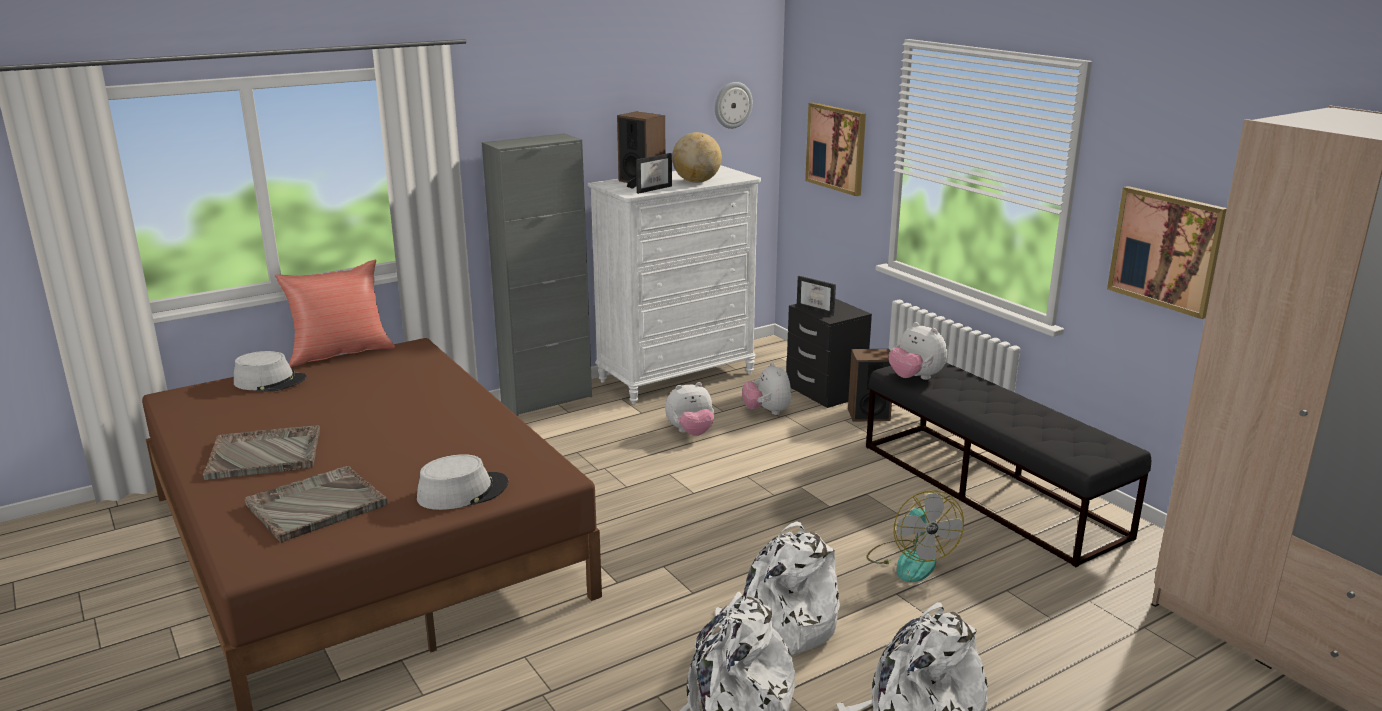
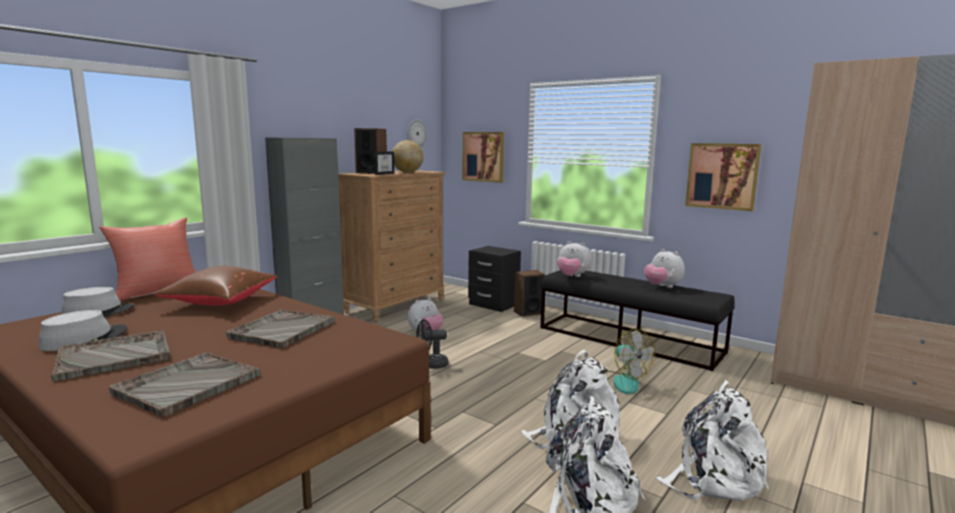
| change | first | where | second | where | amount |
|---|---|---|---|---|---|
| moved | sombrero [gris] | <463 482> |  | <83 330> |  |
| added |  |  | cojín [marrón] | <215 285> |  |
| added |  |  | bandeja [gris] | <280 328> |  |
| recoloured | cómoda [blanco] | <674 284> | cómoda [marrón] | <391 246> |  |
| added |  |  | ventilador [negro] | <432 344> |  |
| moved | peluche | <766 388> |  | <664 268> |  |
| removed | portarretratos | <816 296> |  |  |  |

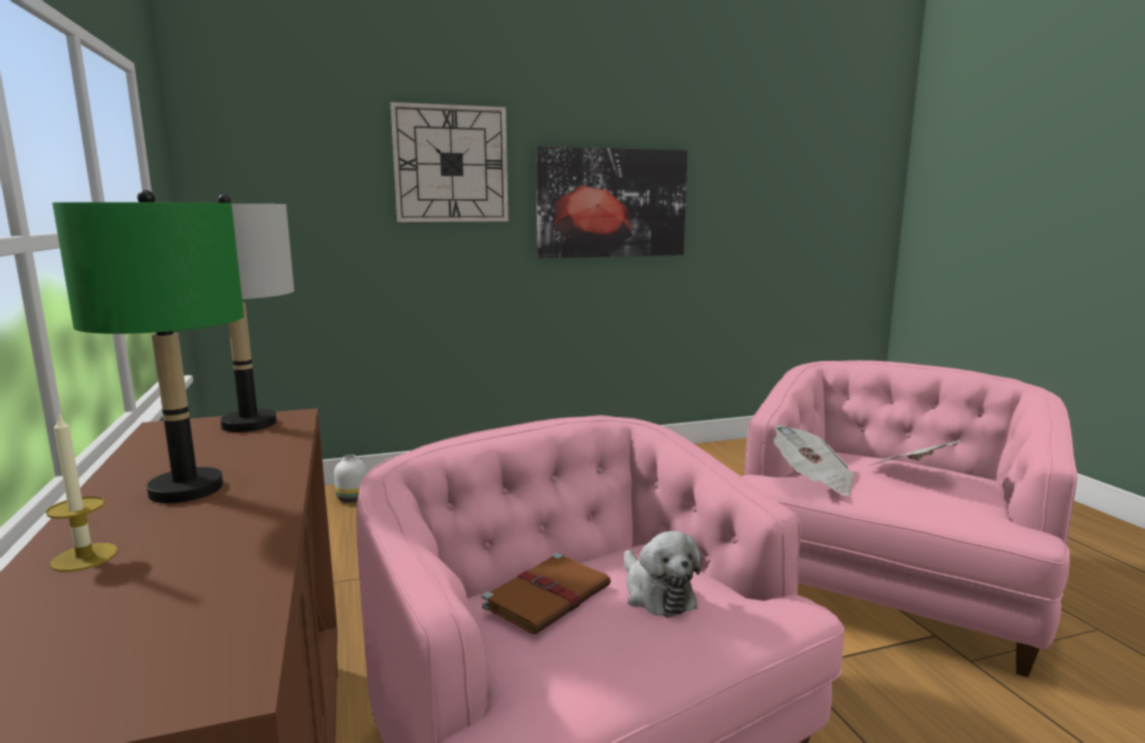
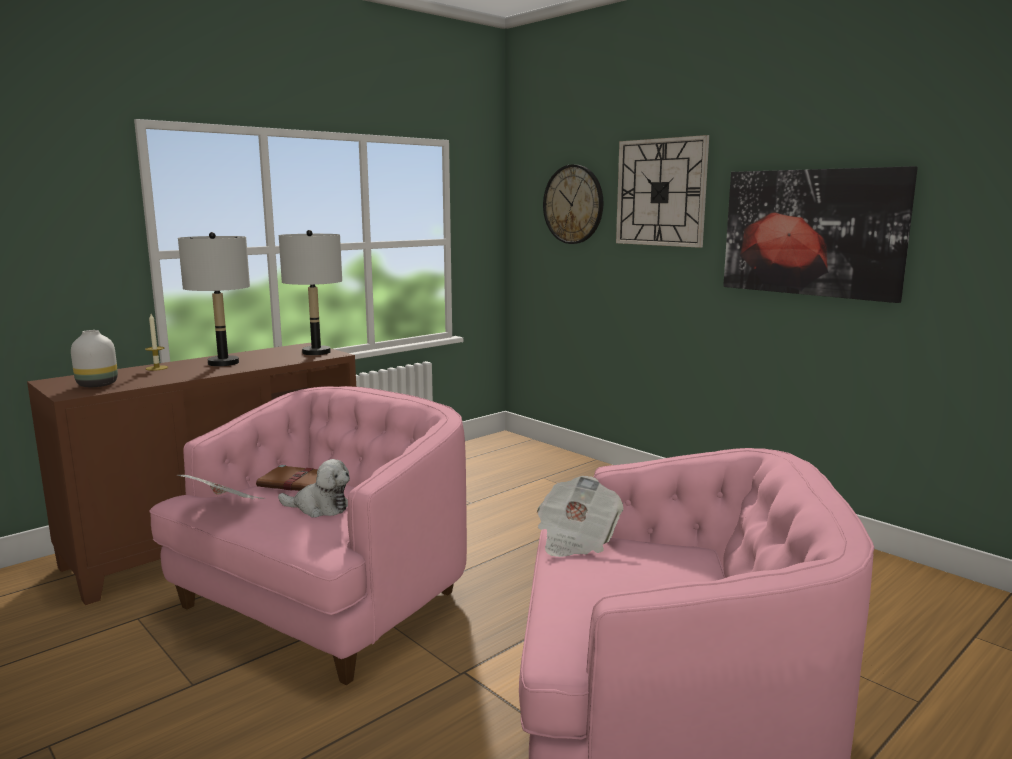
| change | first | where | second | where | amount |
|---|---|---|---|---|---|
| moved | florero [blanco] | <351 479> |  | <94 358> |  |
| moved | periódico | <915 453> |  | <221 487> |  |
| recoloured | lámpara de mesa [verde] | <148 346> | lámpara de mesa [gris] | <214 299> |  |
| turned | peluche | <663 574> |  | <314 488> | 120 degrees counterclockwise |
| added |  |  | reloj de pared | <573 204> |  |

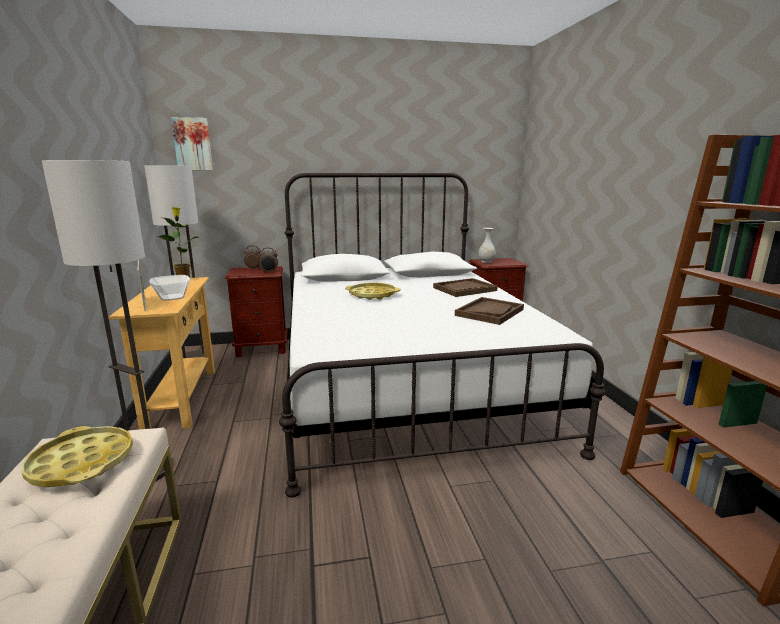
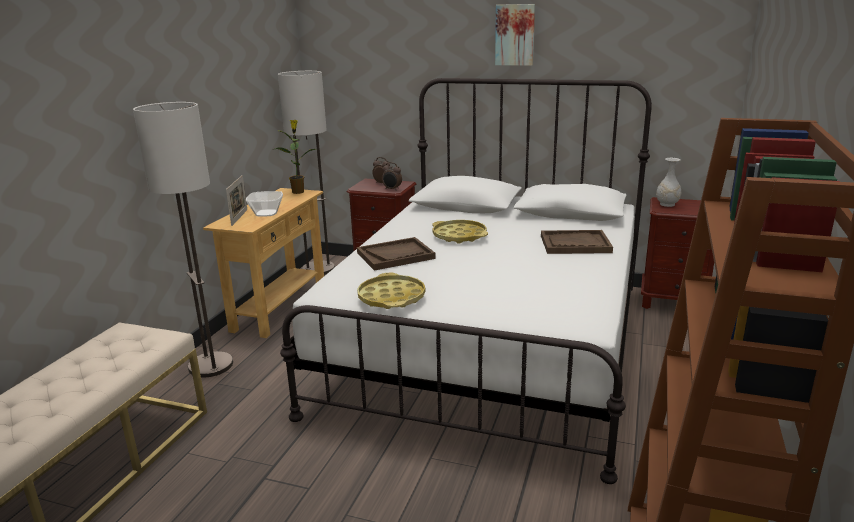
| change | first | where | second | where | amount |
|---|---|---|---|---|---|
| moved | bandeja [marrón] | <489 311> |  | <396 254> |  |
| moved | bandeja [amarillo] | <77 456> |  | <391 291> |  |
| moved | cuadro | <192 143> |  | <515 35> |  |

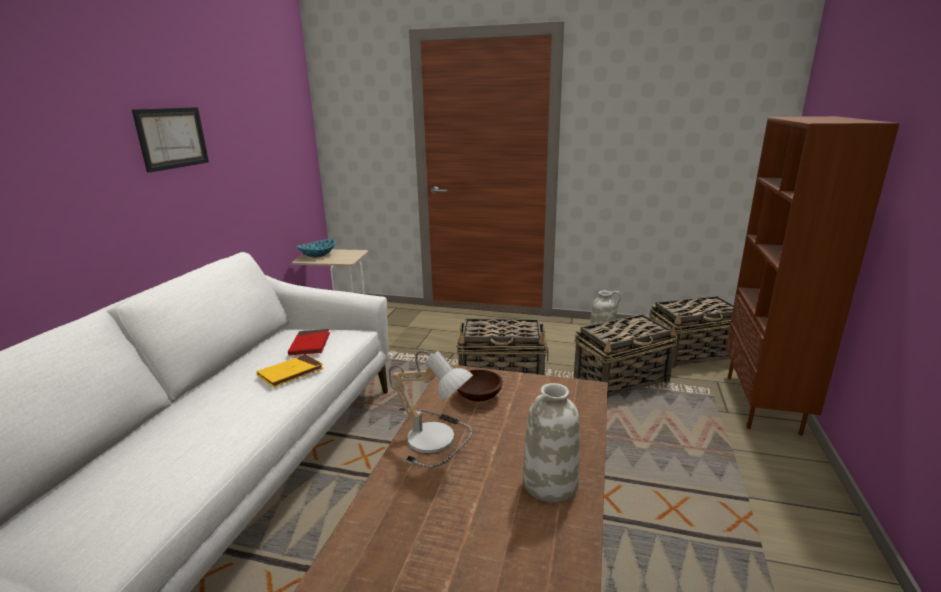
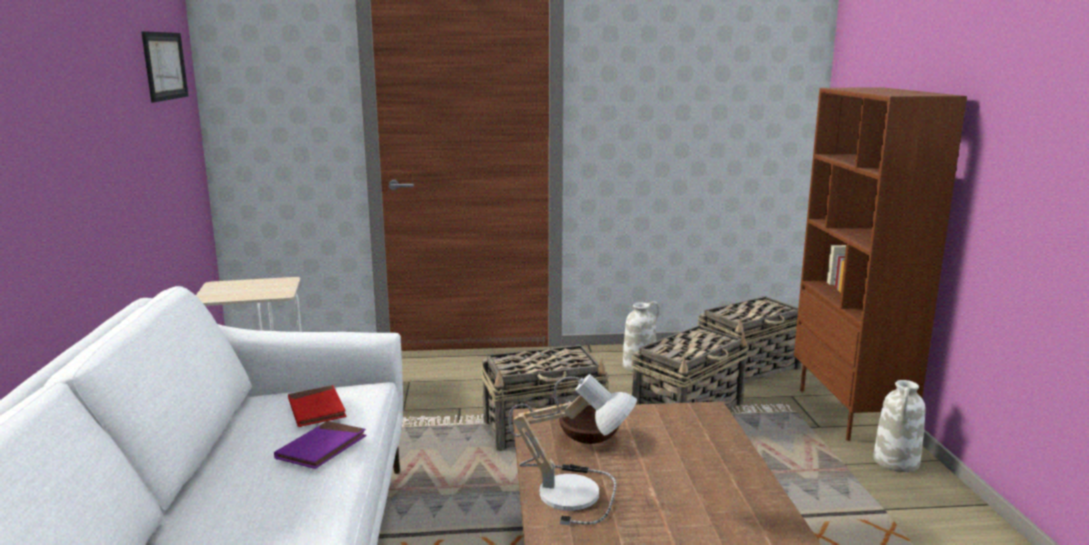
| change | first | where | second | where | amount |
|---|---|---|---|---|---|
| moved | cuadro | <170 140> |  | <164 66> |  |
| recoloured | libro [amarillo] | <290 370> | libro [morado] | <320 445> |  |
| moved | florero [blanco] | <551 443> |  | <900 426> |  |
| removed | cuenco | <316 248> |  |  |  |

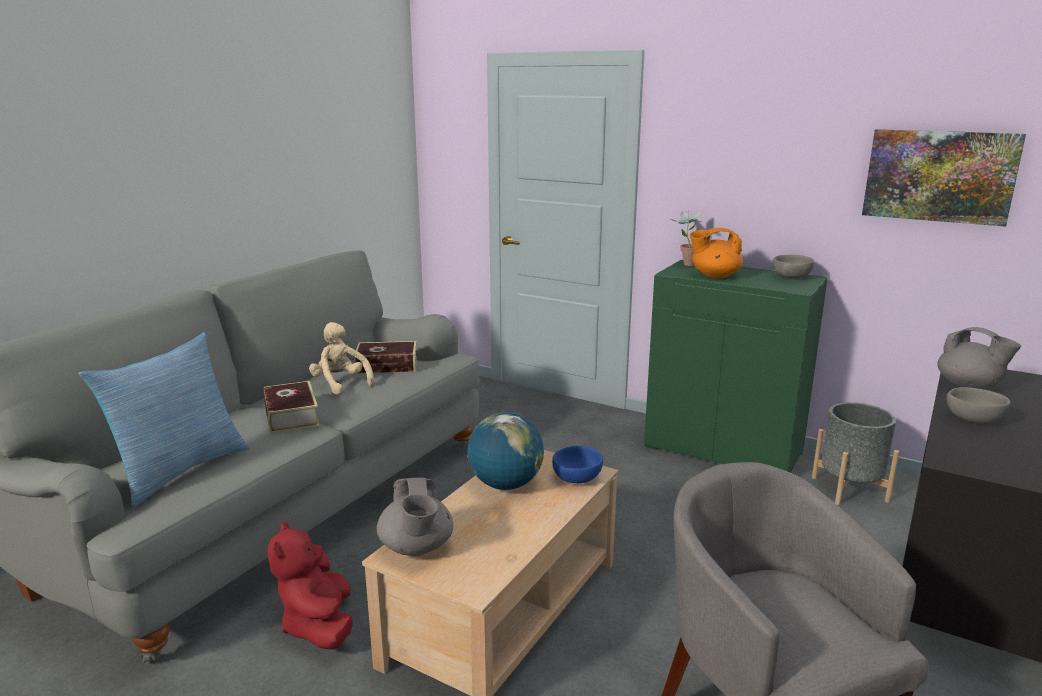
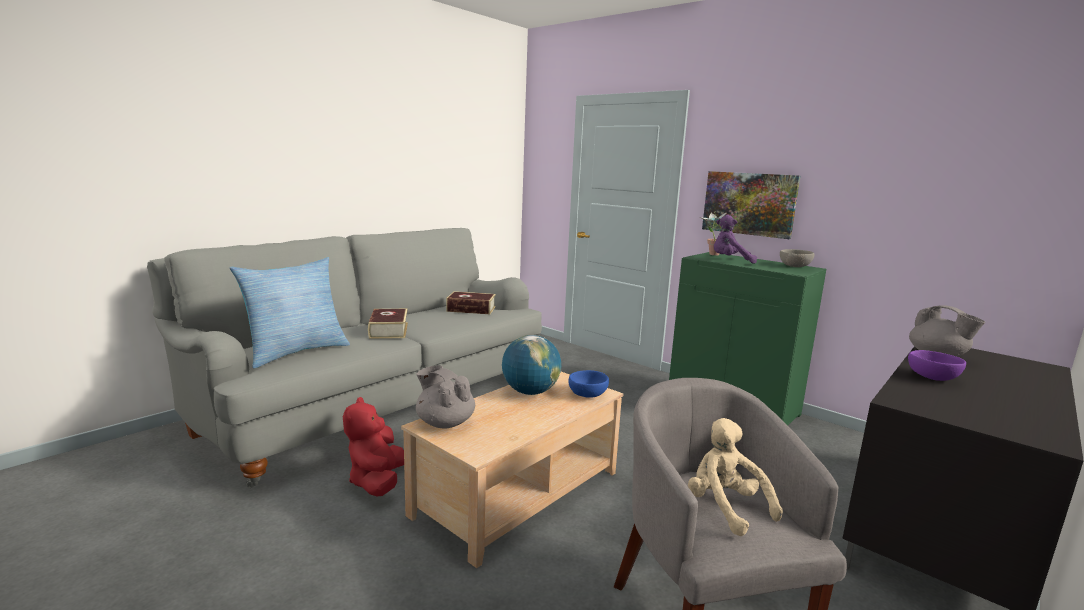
| change | first | where | second | where | amount |
|---|---|---|---|---|---|
| turned | tetera [gris] | <415 516> |  | <445 397> | 135 degrees clockwise |
| moved | peluche [beis] | <341 358> |  | <735 477> |  |
| moved | cuadro | <944 178> |  | <751 205> |  |
| replaced | tetera [naranja] | <716 253> | peluche [morado] | <735 239> |  |
| recoloured | cuenco [gris] | <978 405> | cuenco [morado] | <937 365> |  |
| removed | maceta [gris] | <855 453> |  |  |  |

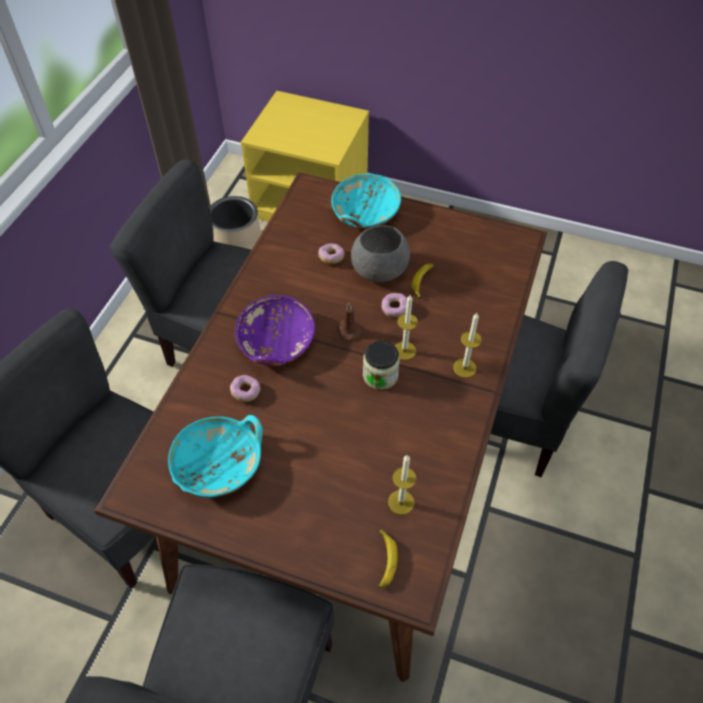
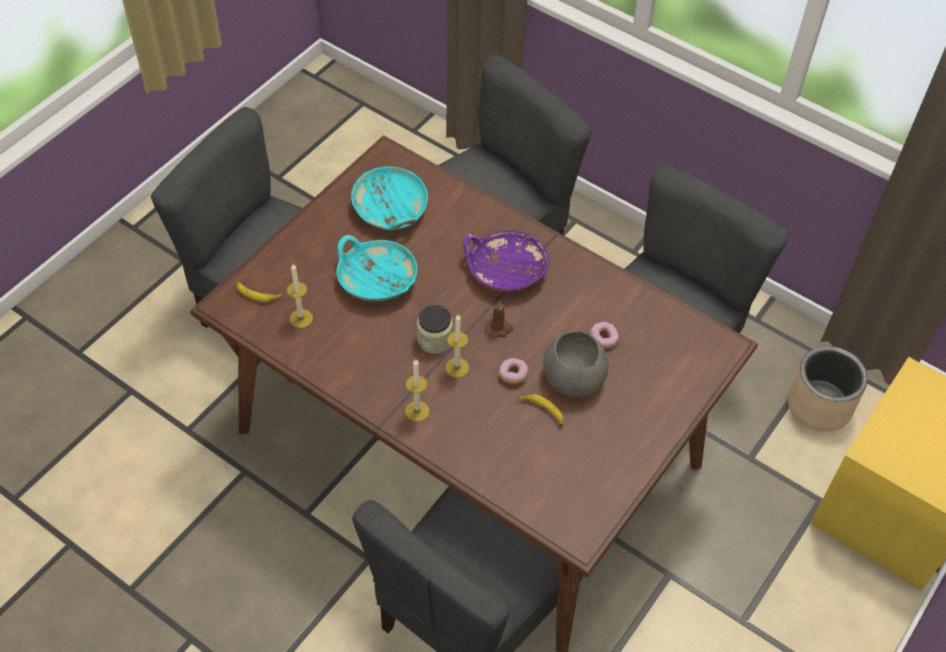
| change | first | where | second | where | amount |
|---|---|---|---|---|---|
| moved | cuenco [turquesa] | <366 201> |  | <377 268> |  |
| removed | rosquilla | <245 388> |  |  |  |

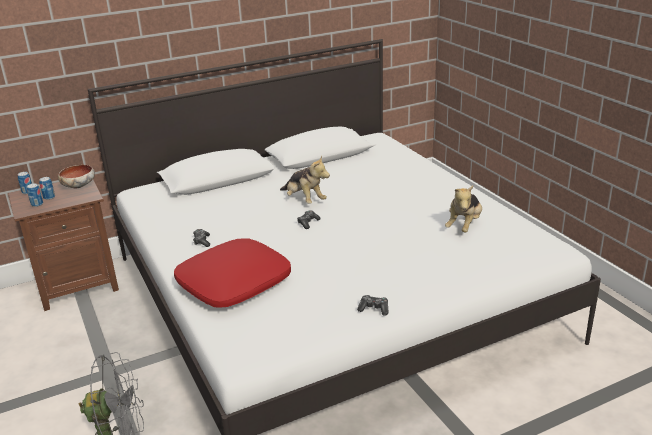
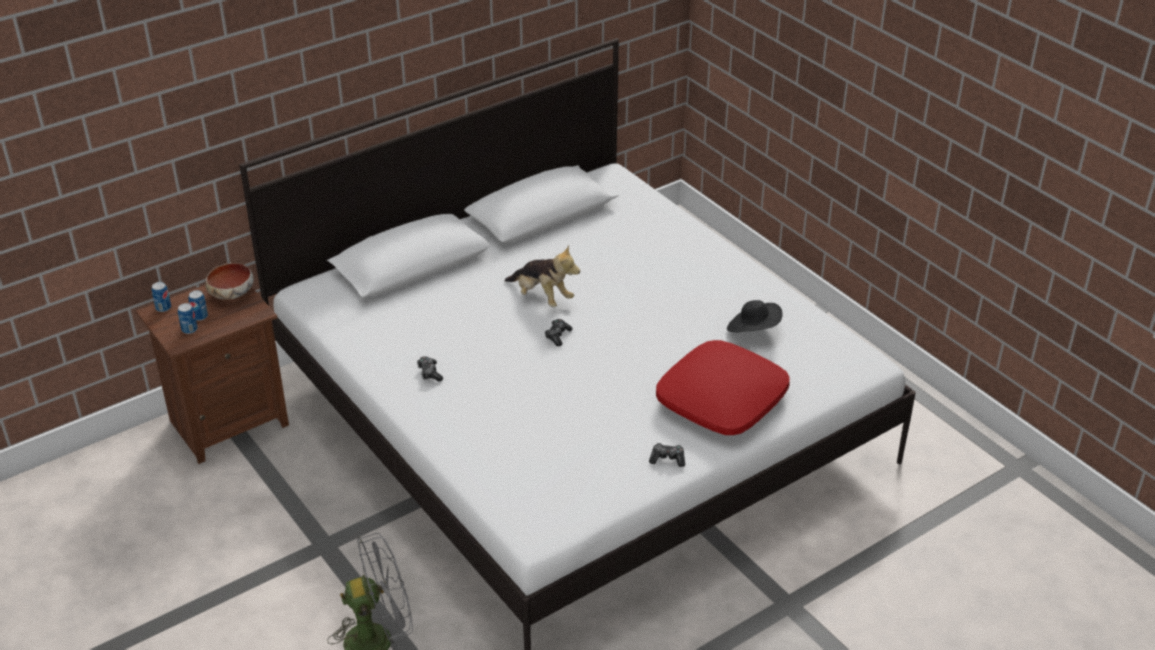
| change | first | where | second | where | amount |
|---|---|---|---|---|---|
| moved | cojín [rojo] | <232 273> |  | <723 387> |  |
| replaced | peluche | <463 209> | sombrero [negro] | <755 316> |  |

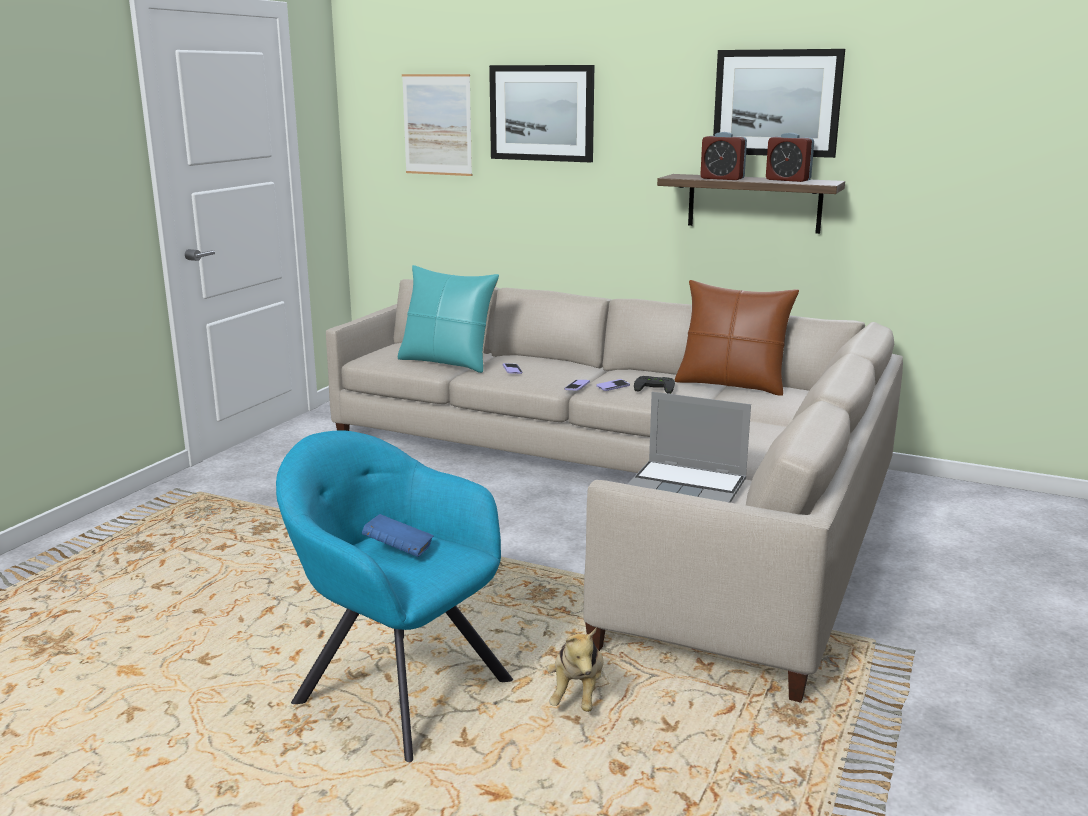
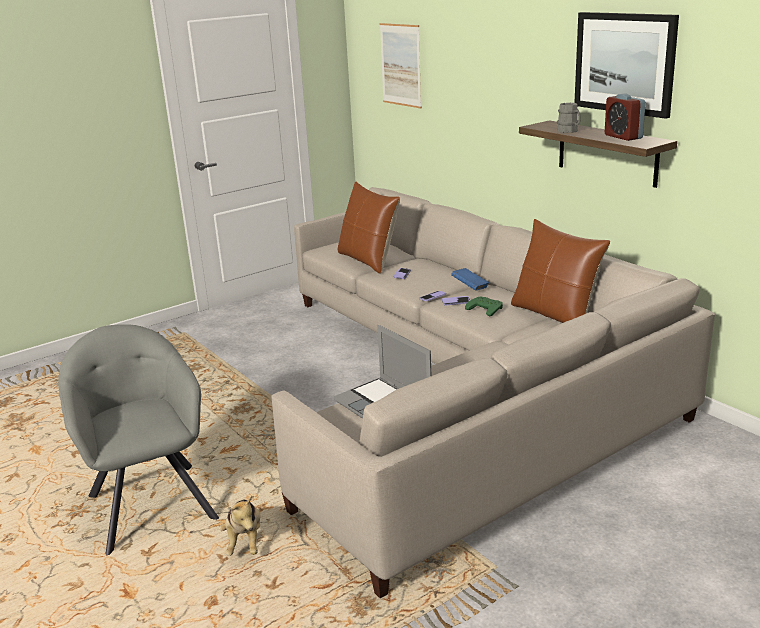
| change | first | where | second | where | amount |
|---|---|---|---|---|---|
| recoloured | sillón [turquesa] | <394 596> | sillón [gris] | <138 439> |  |
| turned | peluche | <575 670> |  | <239 526> | 45 degrees counterclockwise |
| recoloured | cojín [turquesa] | <448 319> | cojín [marrón] | <369 227> |  |
| moved | libro [azul] | <398 535> |  | <470 279> |  |
| recoloured | mando de consola [negro] | <654 385> | mando de consola [verde] | <484 306> |  |
| replaced | despertador | <723 156> | taza grande [gris] | <569 118> |  |
| removed | cuadro | <541 114> |  |  |  |

